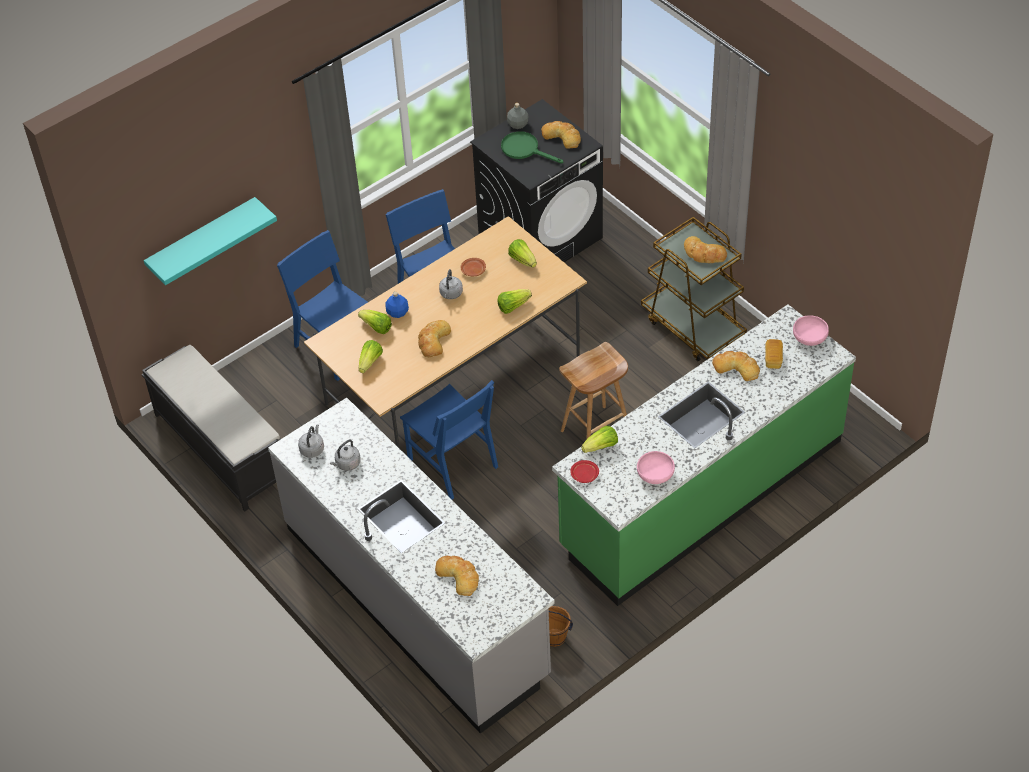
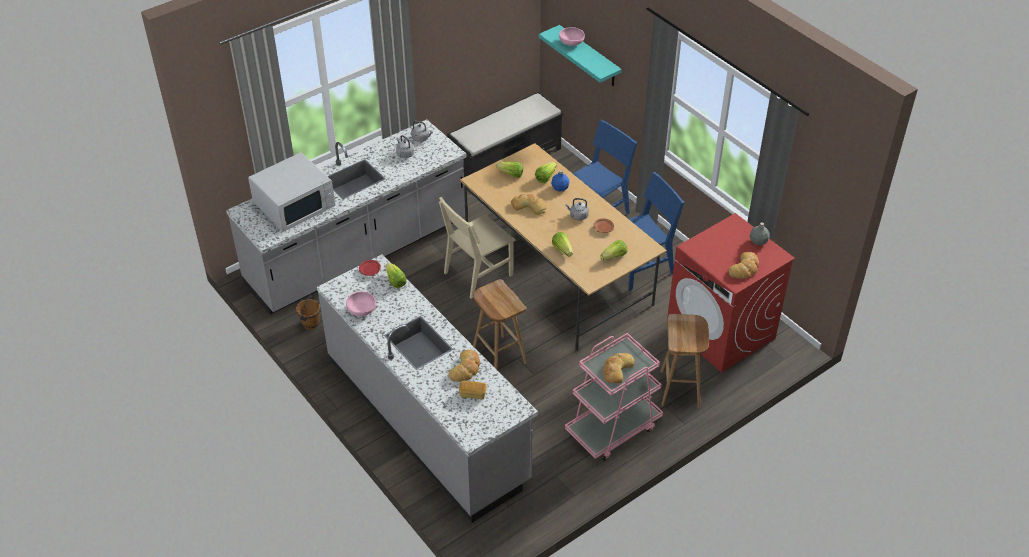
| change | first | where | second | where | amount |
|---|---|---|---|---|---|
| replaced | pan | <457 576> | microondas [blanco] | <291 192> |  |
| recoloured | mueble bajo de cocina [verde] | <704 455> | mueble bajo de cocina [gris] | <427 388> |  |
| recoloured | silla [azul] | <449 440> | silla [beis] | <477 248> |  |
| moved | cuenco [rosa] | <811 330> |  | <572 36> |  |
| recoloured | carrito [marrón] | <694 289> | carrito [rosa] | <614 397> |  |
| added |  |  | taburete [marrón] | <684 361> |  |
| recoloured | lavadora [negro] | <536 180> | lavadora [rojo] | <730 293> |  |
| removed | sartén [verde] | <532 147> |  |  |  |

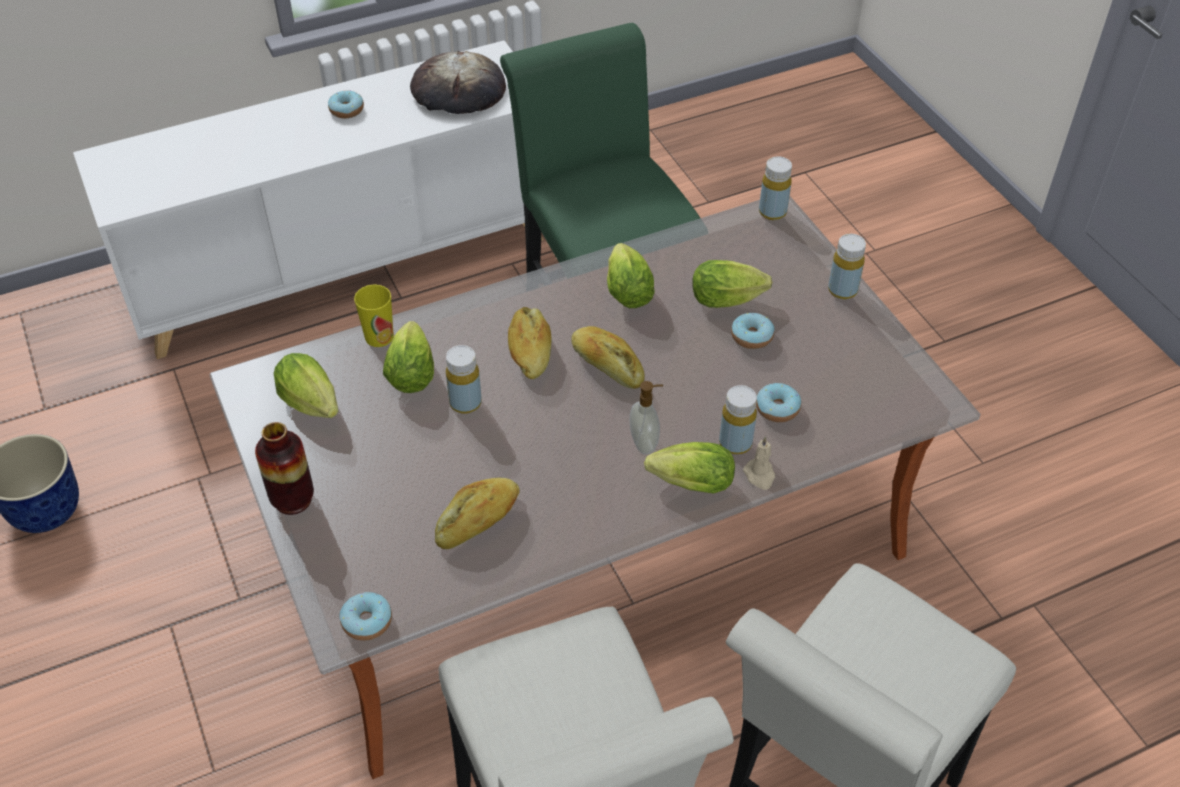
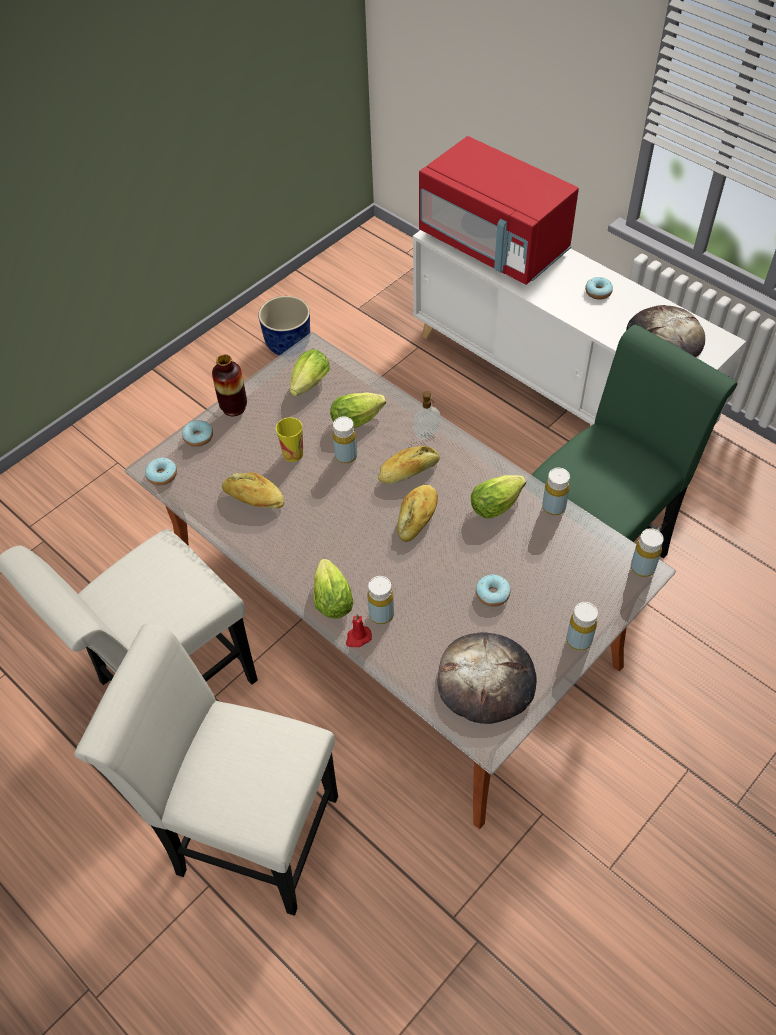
| change | first | where | second | where | amount |
|---|---|---|---|---|---|
| moved | rosquilla | <778 402> |  | <197 433> |  |
| moved | taza | <374 315> |  | <289 439> |  |
| recoloured | vela [beis] | <759 463> | vela [rojo] | <359 630> |  |
| moved | dispensador de jabón | <646 418> |  | <427 415> |  |
| added |  |  | microondas [rojo] | <499 210> |  |
| added |  |  | pan | <487 678> |  |
| added |  |  | botella [amarillo] | <556 491> |  |
| removed | lechuga | <732 284> |  |  |  |

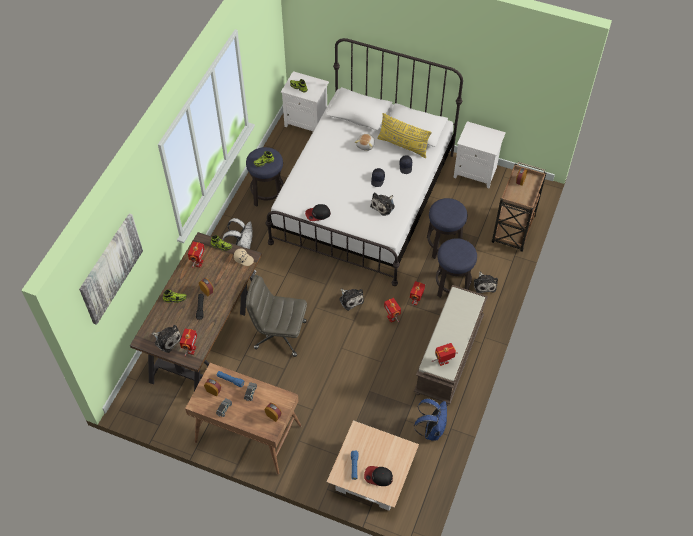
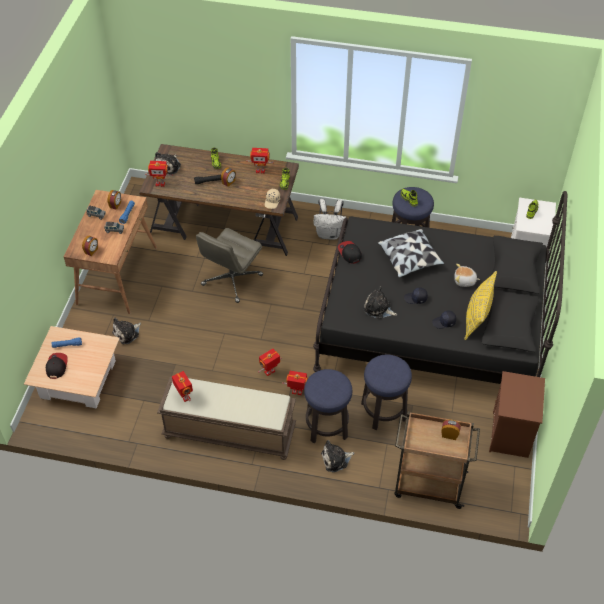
| change | first | where | second | where | amount |
|---|---|---|---|---|---|
| moved | peluche | <351 300> |  | <126 331> |  |
| turned | silla de oficina [gris] | <276 316> |  | <229 265> | 150 degrees counterclockwise |
| recoloured | cama [blanco] | <364 162> | cama [negro] | <440 287> |  |
| added |  |  | cojín | <410 253> |  |
| recoloured | mesita de noche [blanco] | <479 154> | mesita de noche [marrón] | <517 414> |  |
| removed | cuadro | <111 269> |  |  |  |
| removed | mochila [azul] | <430 419> |  |  |  |

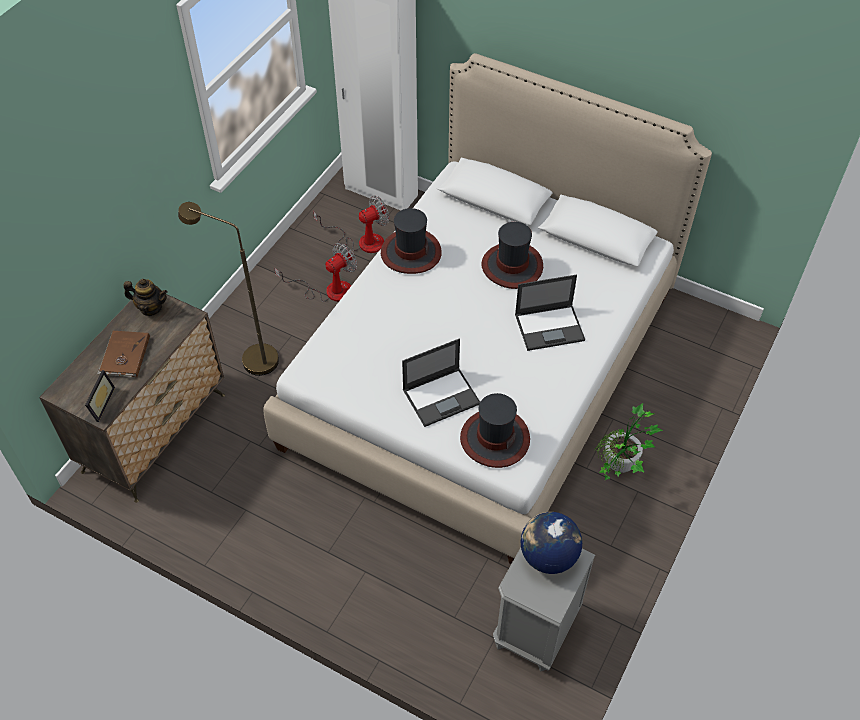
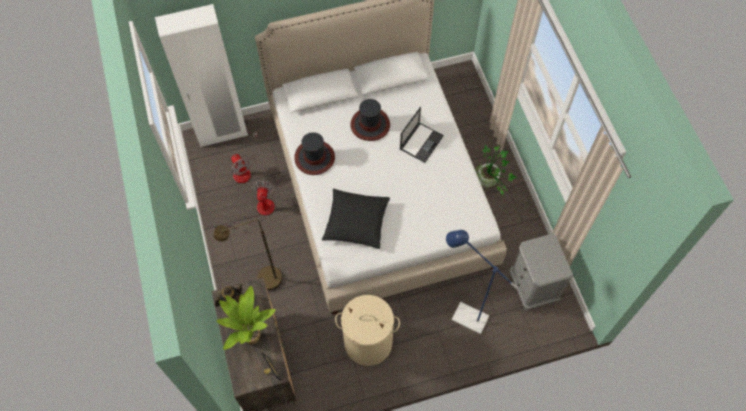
| change | first | where | second | where | amount |
|---|---|---|---|---|---|
| replaced | libro [marrón] | <123 354> | planta en maceta | <246 318> |  |
| turned | ventilador | <351 224> |  | <245 157> | 135 degrees clockwise |
| added |  |  | cojín [negro] | <356 219> |  |
| added |  |  | cesto de la ropa [beis] | <367 330> |  |
| added |  |  | lámpara de pie [azul] | <482 282> |  |
| removed | portátil | <441 383> |  |  |  |
| removed | sombrero | <495 430> |  |  |  |
| removed | globo terráqueo | <551 543> |  |  |  |

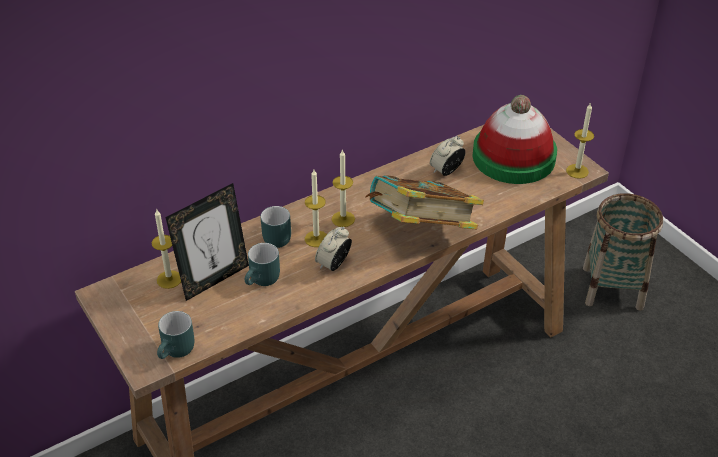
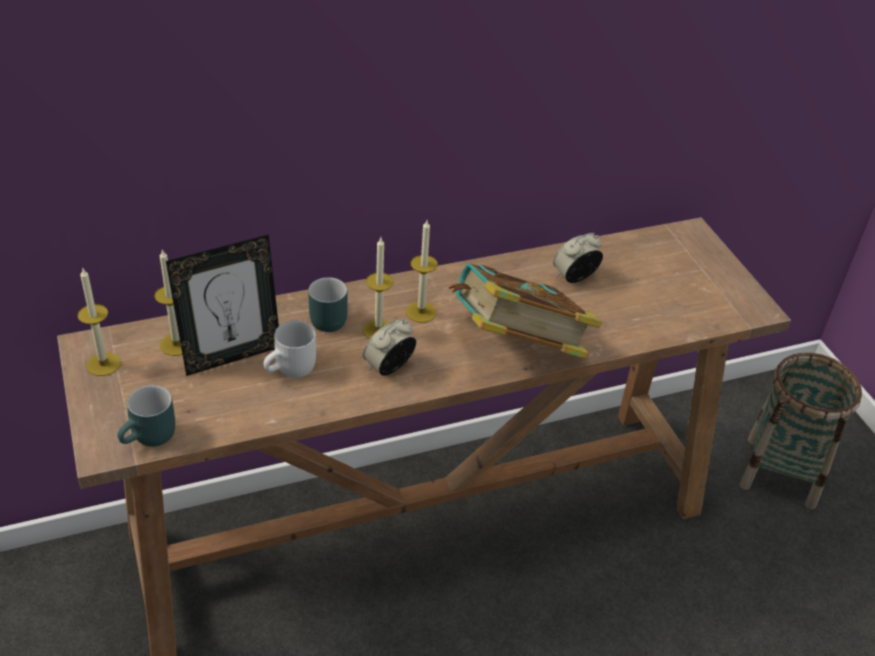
| change | first | where | second | where | amount |
|---|---|---|---|---|---|
| moved | vela | <580 140> |  | <99 322> |  |
| recoloured | taza grande [turquesa] | <262 264> | taza grande [blanco] | <289 349> |  |
| removed | sombrero | <514 139> |  |  |  |

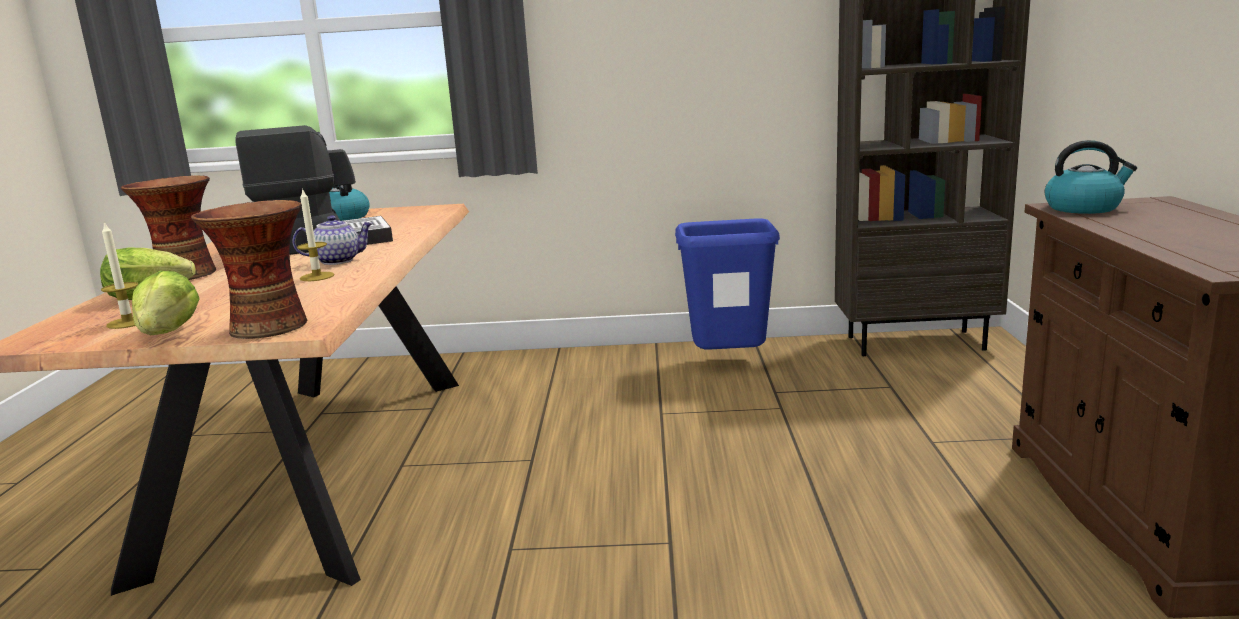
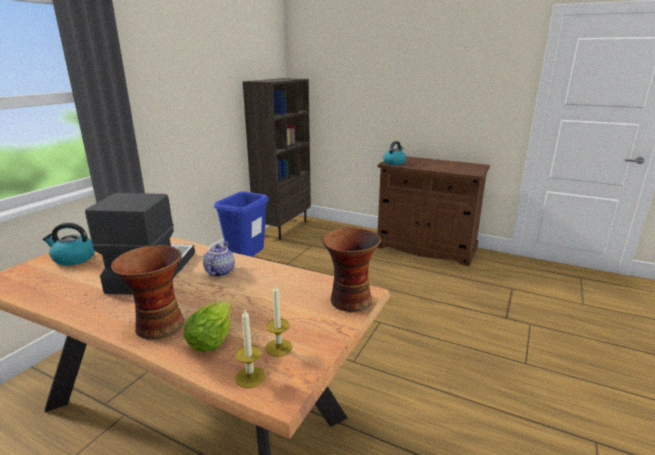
| change | first | where | second | where | amount |
|---|---|---|---|---|---|
| moved | vela | <316 234> |  | <250 348> |  |
| removed | lechuga | <166 303> |  |  |  |

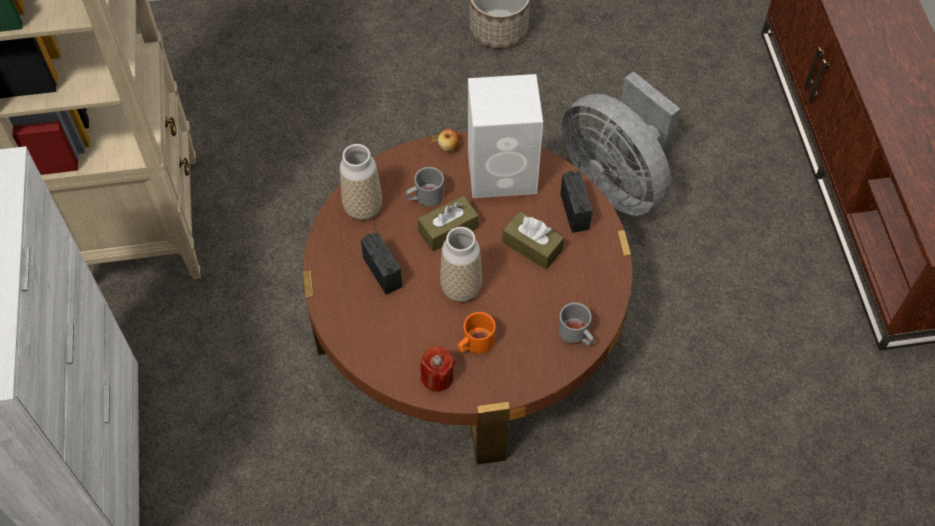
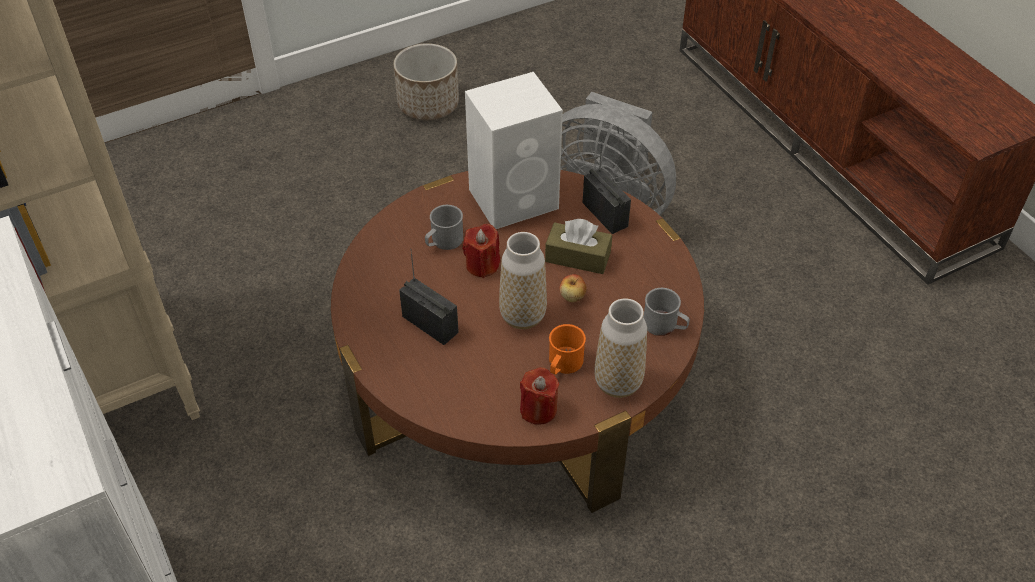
| change | first | where | second | where | amount |
|---|---|---|---|---|---|
| replaced | caja de pañuelos [marrón] | <448 223> | vela [rojo] | <481 251> |  |
| moved | manzana | <449 140> |  | <573 288> |  |
| moved | florero | <361 182> |  | <620 348> |  |

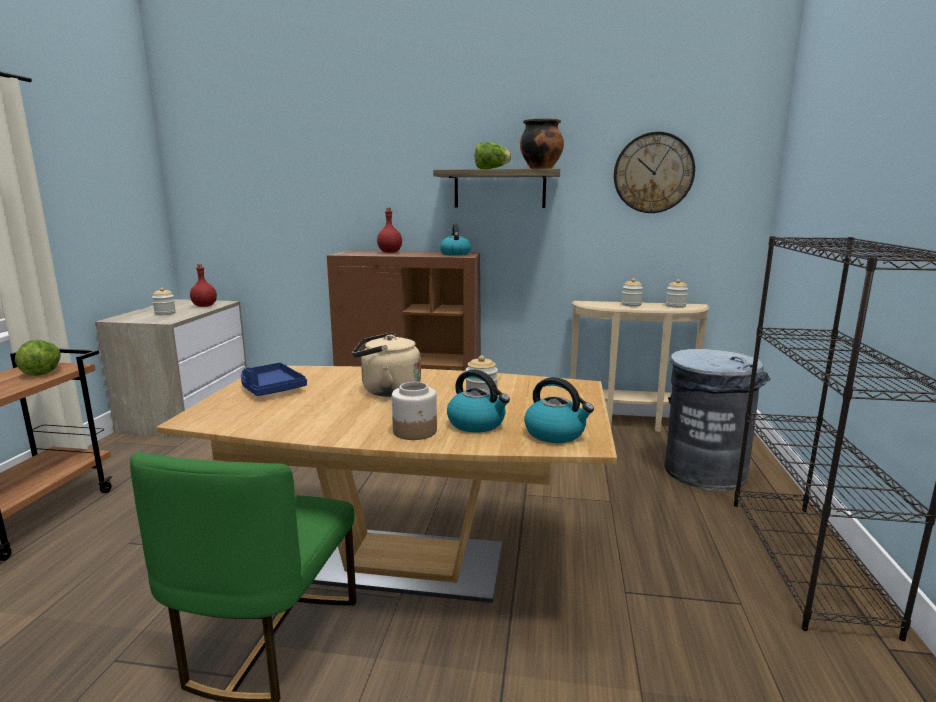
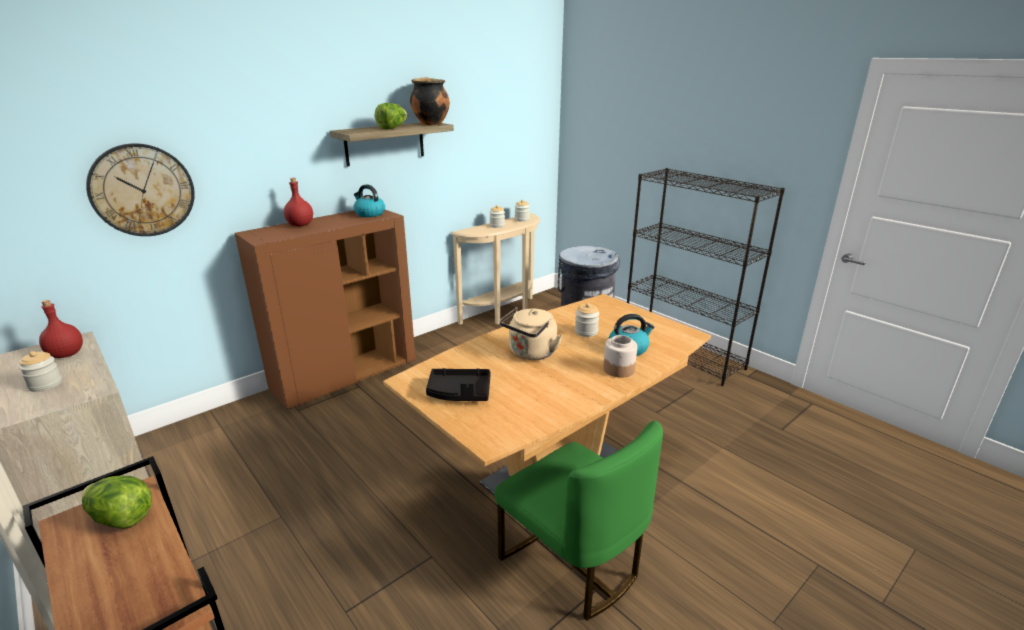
| change | first | where | second | where | amount |
|---|---|---|---|---|---|
| moved | reloj de pared | <654 172> |  | <140 189> |  |
| recoloured | bandeja [azul] | <274 379> | bandeja [negro] | <458 384> |  |
| removed | hervidor | <559 410> |  |  |  |

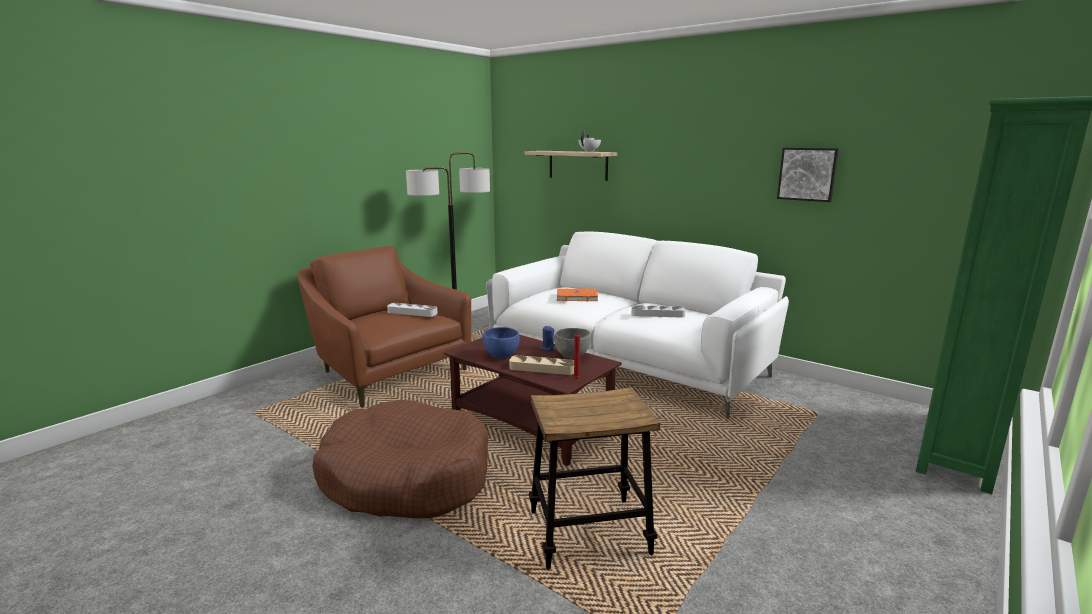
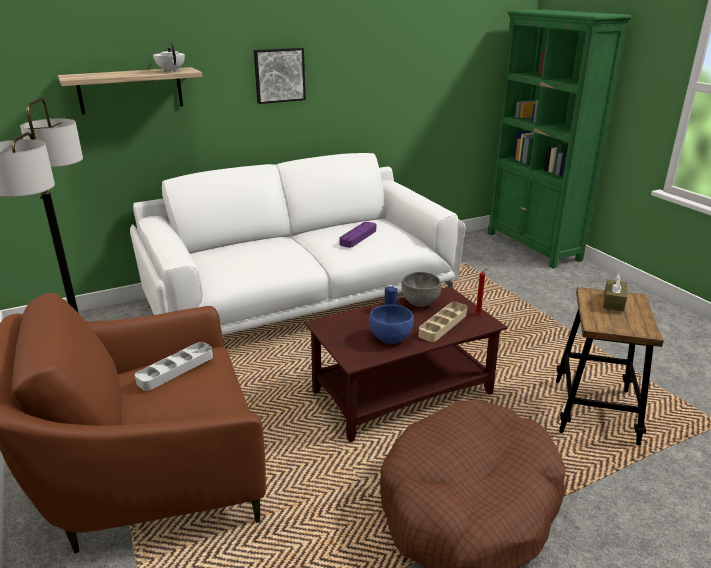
| change | first | where | second | where | amount |
|---|---|---|---|---|---|
| moved | cuadro | <808 175> |  | <280 76> |  |
| recoloured | bandeja [gris] | <658 311> | bandeja [morado] | <357 235> |  |
| added |  |  | caja de pañuelos [marrón] | <615 293> |  |
| removed | libro [naranja] | <577 295> |  |  |  |

